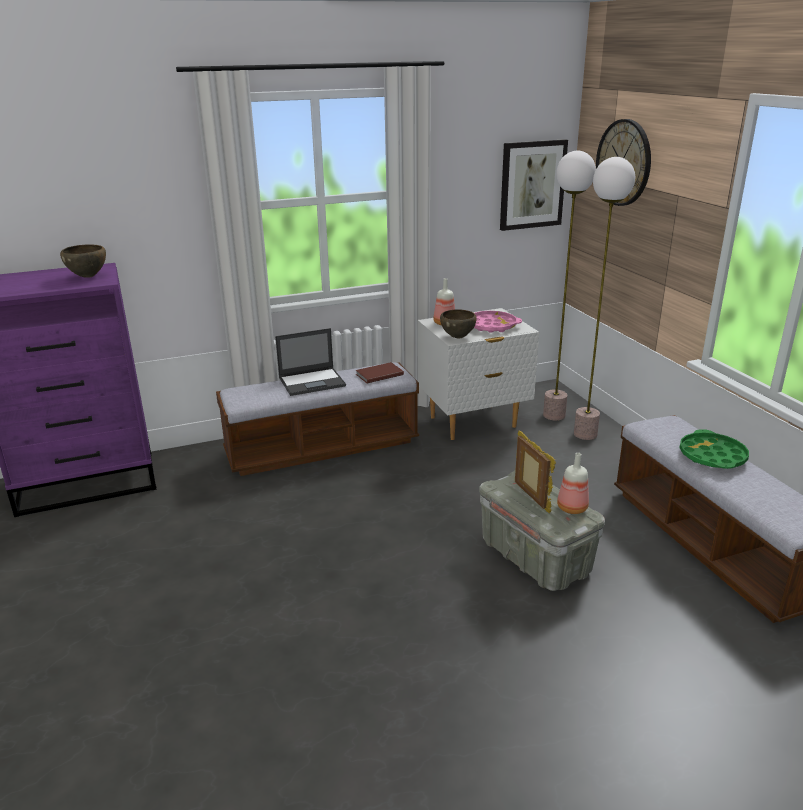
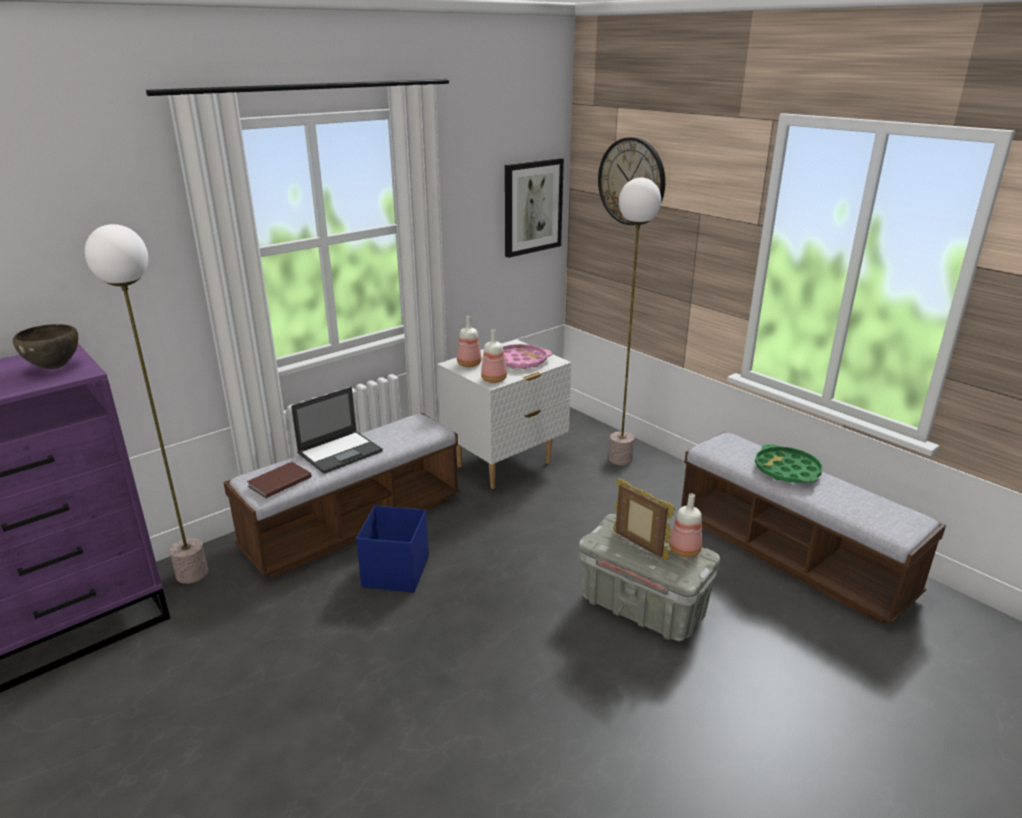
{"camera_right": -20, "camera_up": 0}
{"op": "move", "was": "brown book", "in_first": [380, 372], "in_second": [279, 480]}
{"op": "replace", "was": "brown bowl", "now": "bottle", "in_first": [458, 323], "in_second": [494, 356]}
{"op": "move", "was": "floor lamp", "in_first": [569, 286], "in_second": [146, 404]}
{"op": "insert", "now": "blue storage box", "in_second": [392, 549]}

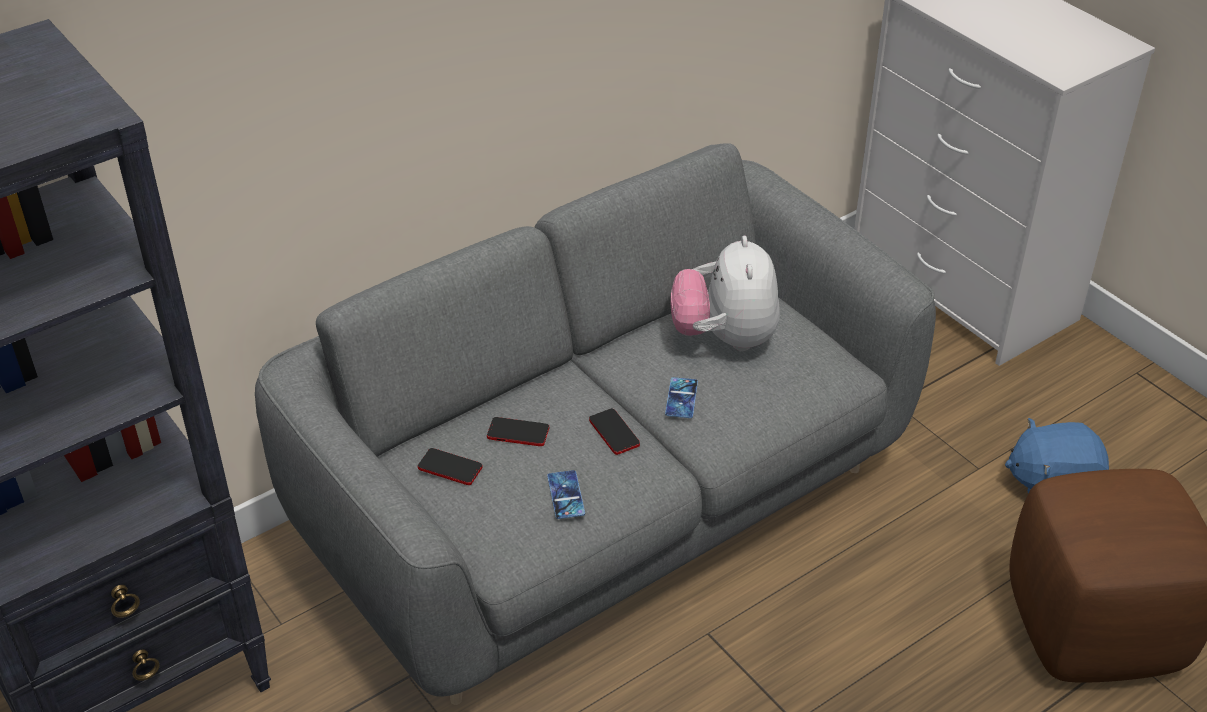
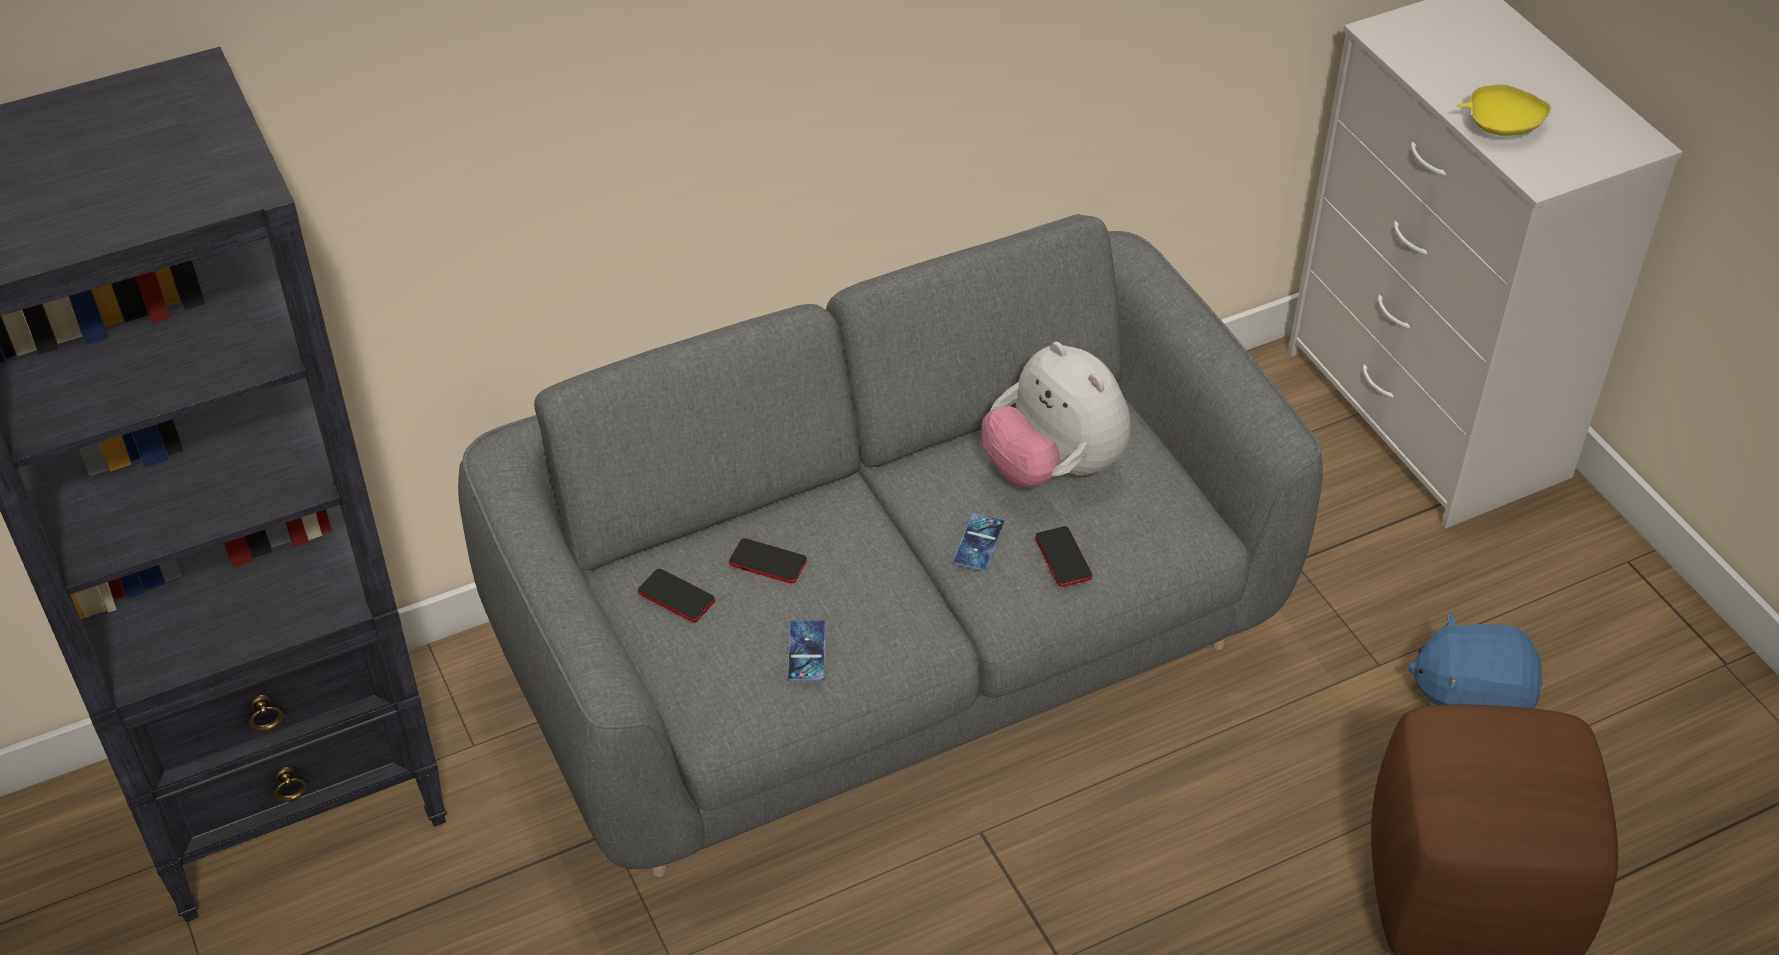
{"camera_right": 10, "camera_up": 5}
{"op": "move", "was": "phone", "in_first": [614, 431], "in_second": [1063, 556]}
{"op": "rotate", "was": "plush toy", "in_first": [725, 293], "in_second": [1055, 415], "clockwise": -45}
{"op": "insert", "now": "yellow bowl", "in_second": [1504, 110]}

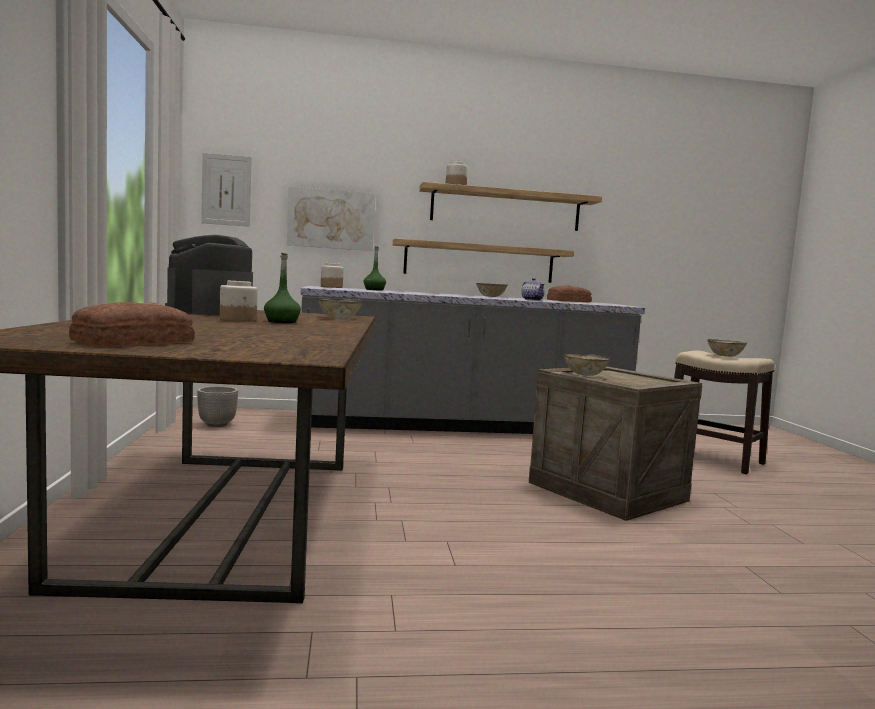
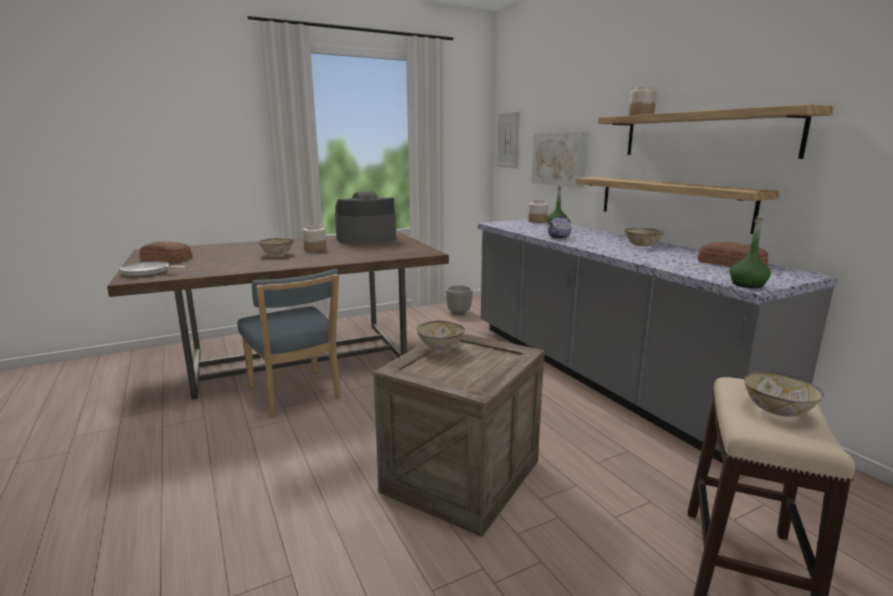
{"camera_right": 70, "camera_up": 10}
{"op": "move", "was": "green bottle", "in_first": [282, 288], "in_second": [750, 252]}
{"op": "move", "was": "bowl", "in_first": [340, 309], "in_second": [276, 246]}
{"op": "move", "was": "teapot", "in_first": [533, 289], "in_second": [559, 227]}
{"op": "insert", "now": "frying pan", "in_second": [153, 269]}
{"op": "insert", "now": "blue chair", "in_second": [289, 343]}

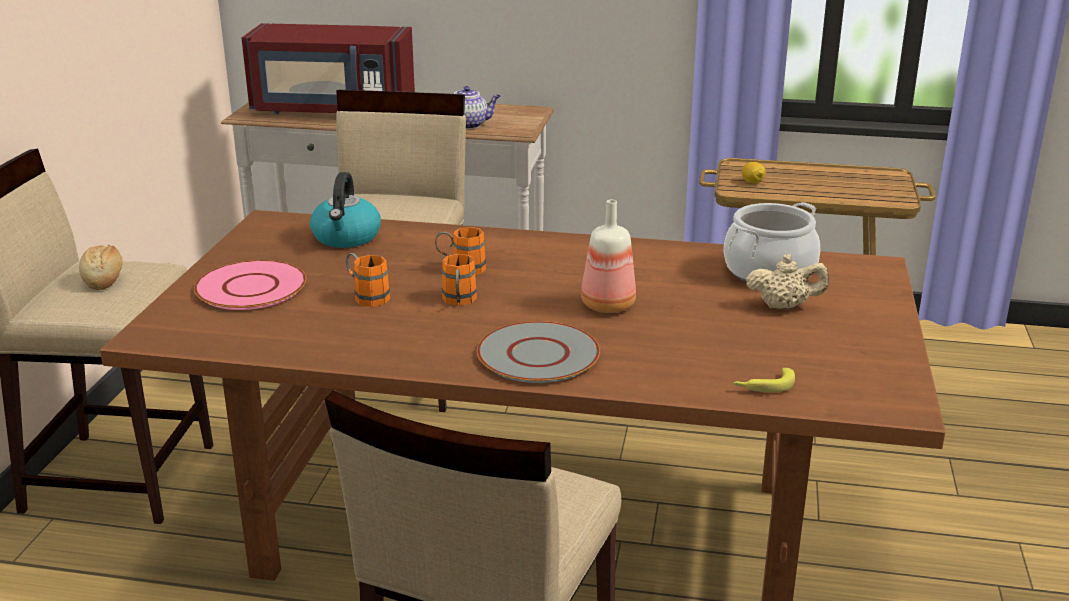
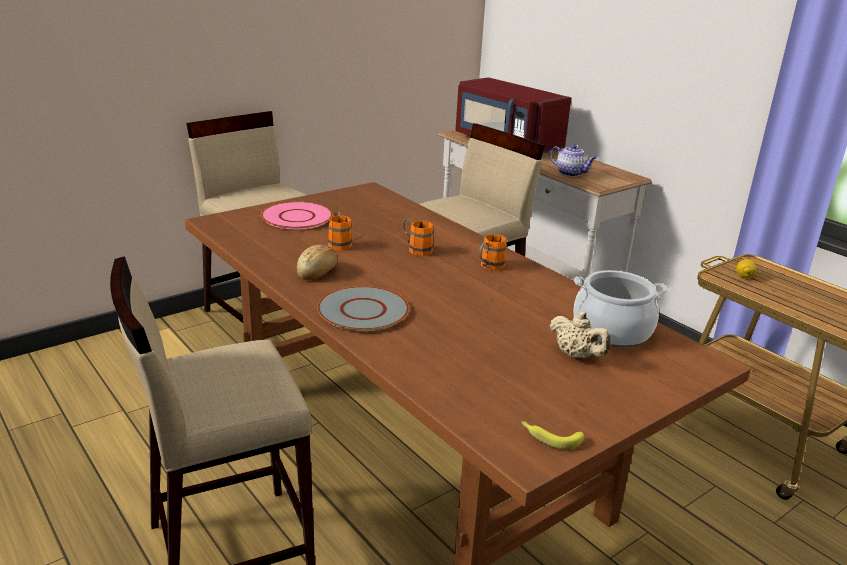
{"camera_right": 40, "camera_up": 0}
{"op": "move", "was": "bread", "in_first": [101, 267], "in_second": [317, 262]}
{"op": "delete", "was": "kettle", "in_first": [345, 210]}
{"op": "move", "was": "orange mug", "in_first": [459, 280], "in_second": [493, 252]}
{"op": "delete", "was": "bottle", "in_first": [608, 256]}
{"op": "move", "was": "banana", "in_first": [764, 380], "in_second": [552, 435]}

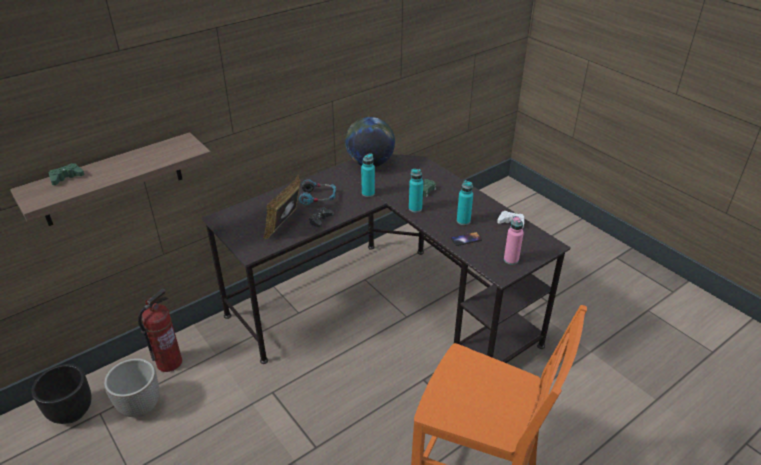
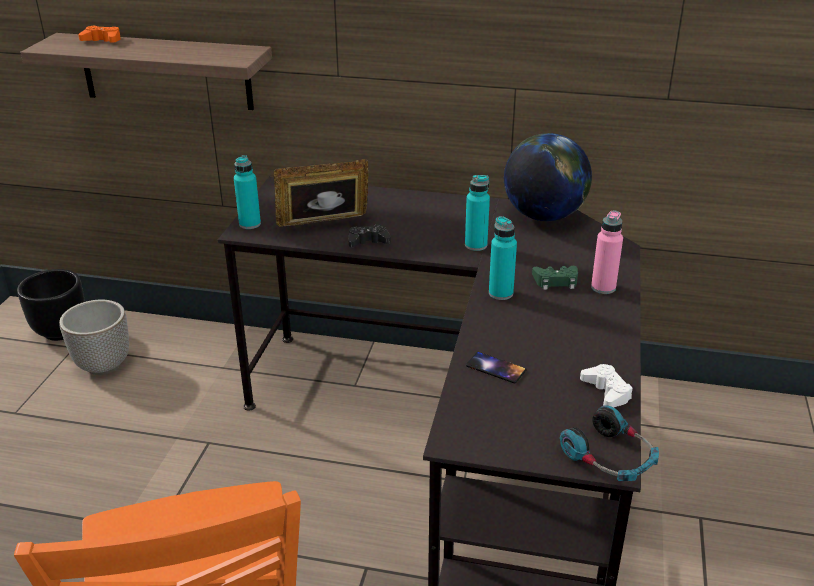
{"camera_right": 50, "camera_up": -5}
{"op": "recolor", "was": "green game controller", "now": "orange game controller", "in_first": [66, 174], "in_second": [99, 34]}
{"op": "delete", "was": "fire extinguisher", "in_first": [160, 330]}
{"op": "move", "was": "headphones", "in_first": [317, 192], "in_second": [609, 443]}
{"op": "move", "was": "turquoise bottle", "in_first": [465, 202], "in_second": [247, 192]}
{"op": "move", "was": "pink bottle", "in_first": [514, 240], "in_second": [607, 252]}

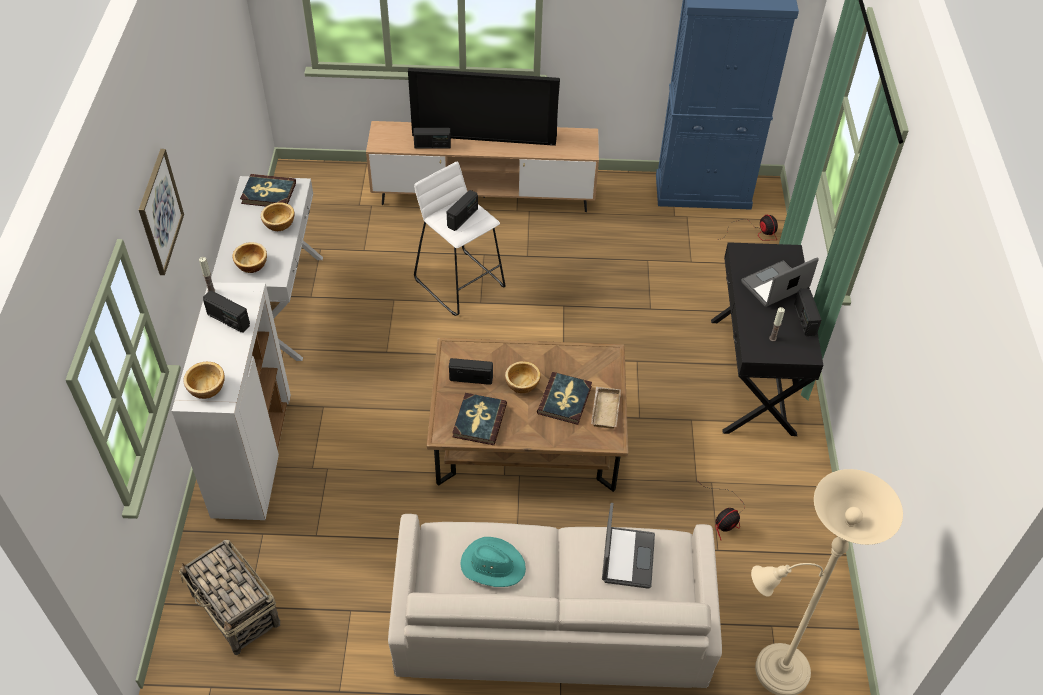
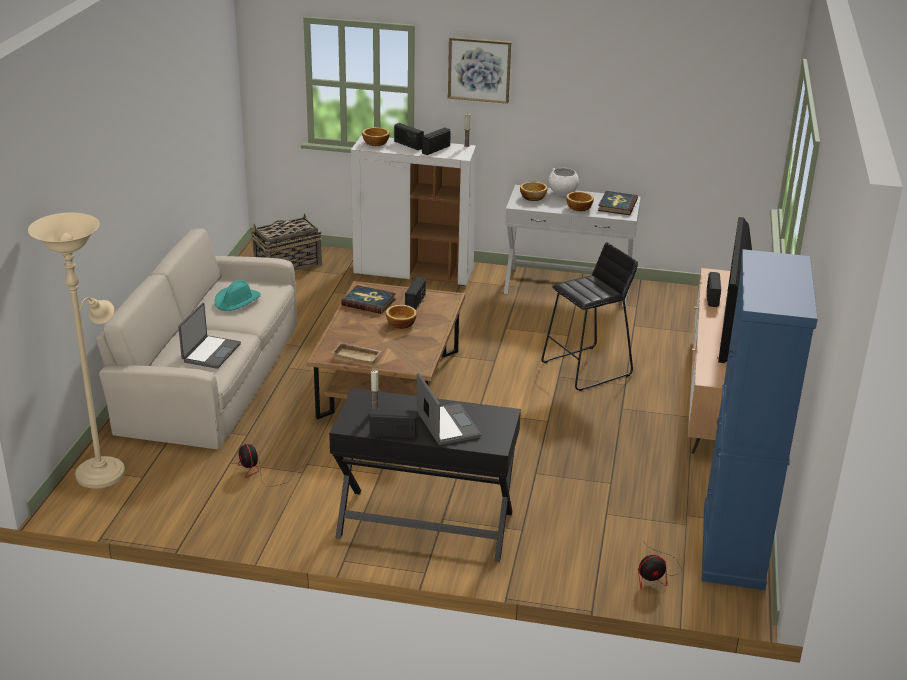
{"camera_right": 100, "camera_up": -20}
{"op": "recolor", "was": "white stool", "now": "black stool", "in_first": [459, 239], "in_second": [589, 316]}
{"op": "move", "was": "radio", "in_first": [462, 210], "in_second": [409, 136]}
{"op": "delete", "was": "book", "in_first": [564, 398]}
{"op": "rotate", "was": "laptop", "in_first": [628, 546], "in_second": [209, 336], "clockwise": -90}
{"op": "insert", "now": "white bowl", "in_second": [563, 182]}

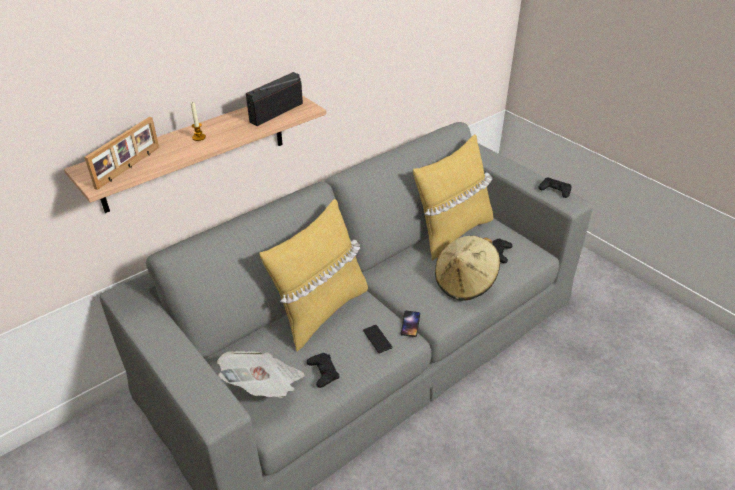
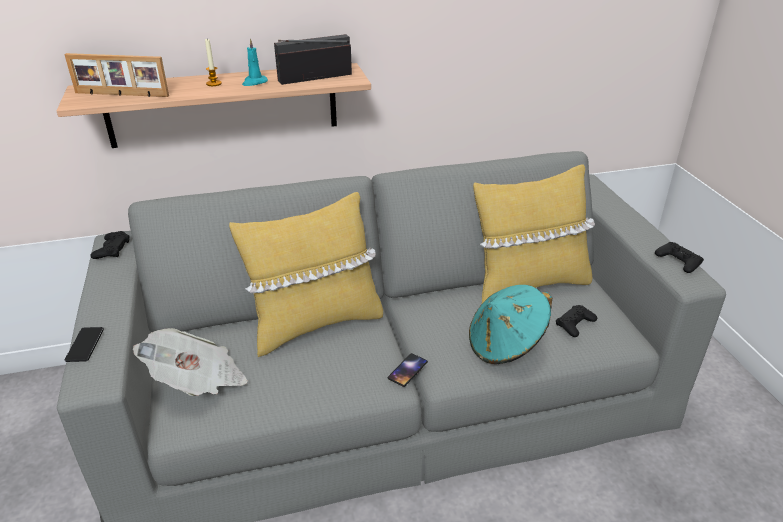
{"camera_right": 25, "camera_up": -5}
{"op": "rotate", "was": "picture frame", "in_first": [121, 153], "in_second": [116, 75], "clockwise": 45}
{"op": "move", "was": "black game controller", "in_first": [323, 370], "in_second": [110, 245]}
{"op": "move", "was": "phone", "in_first": [378, 339], "in_second": [84, 344]}
{"op": "recolor", "was": "beige hat", "now": "turquoise hat", "in_first": [467, 268], "in_second": [510, 324]}
{"op": "insert", "now": "turquoise candle", "in_second": [255, 62]}

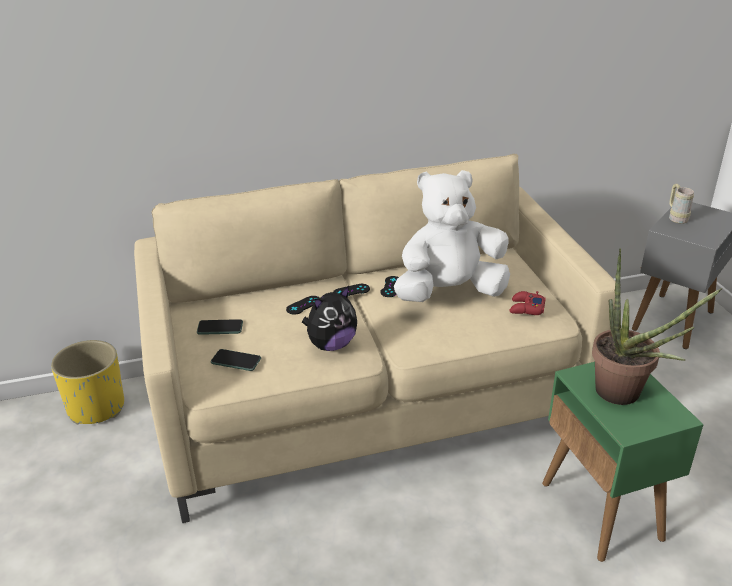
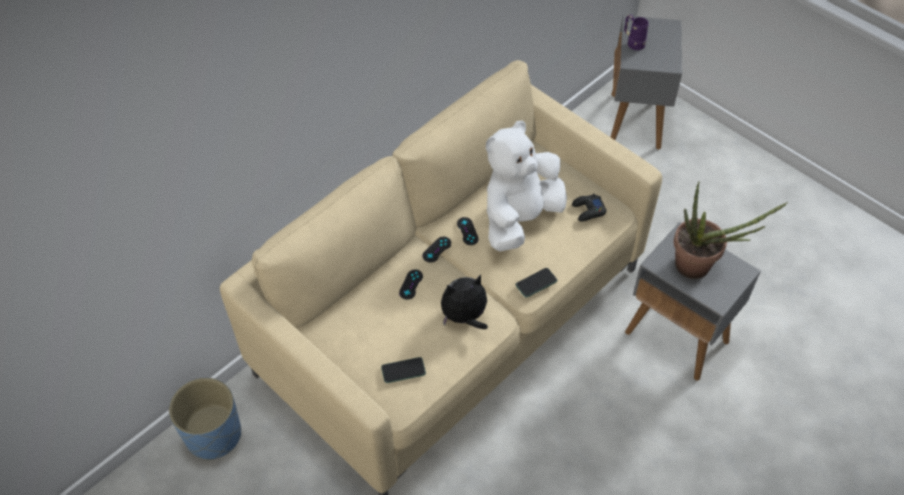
{"camera_right": -30, "camera_up": 20}
{"op": "recolor", "was": "yellow planter", "now": "blue planter", "in_first": [87, 382], "in_second": [205, 419]}
{"op": "move", "was": "phone", "in_first": [220, 327], "in_second": [536, 283]}
{"op": "rotate", "was": "plush toy", "in_first": [329, 318], "in_second": [464, 302], "clockwise": -135}
{"op": "recolor", "was": "red game controller", "now": "black game controller", "in_first": [527, 303], "in_second": [589, 207]}
{"op": "recolor", "was": "green side table", "now": "grey side table", "in_first": [622, 462], "in_second": [693, 301]}
{"op": "recolor", "was": "beige mug", "now": "purple mug", "in_first": [681, 204], "in_second": [636, 32]}

